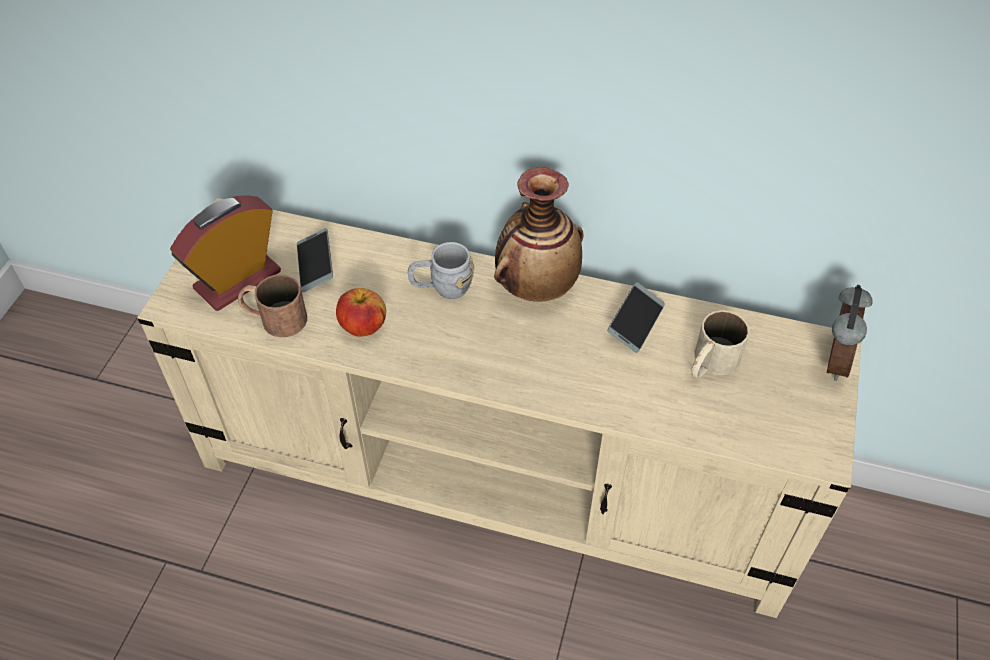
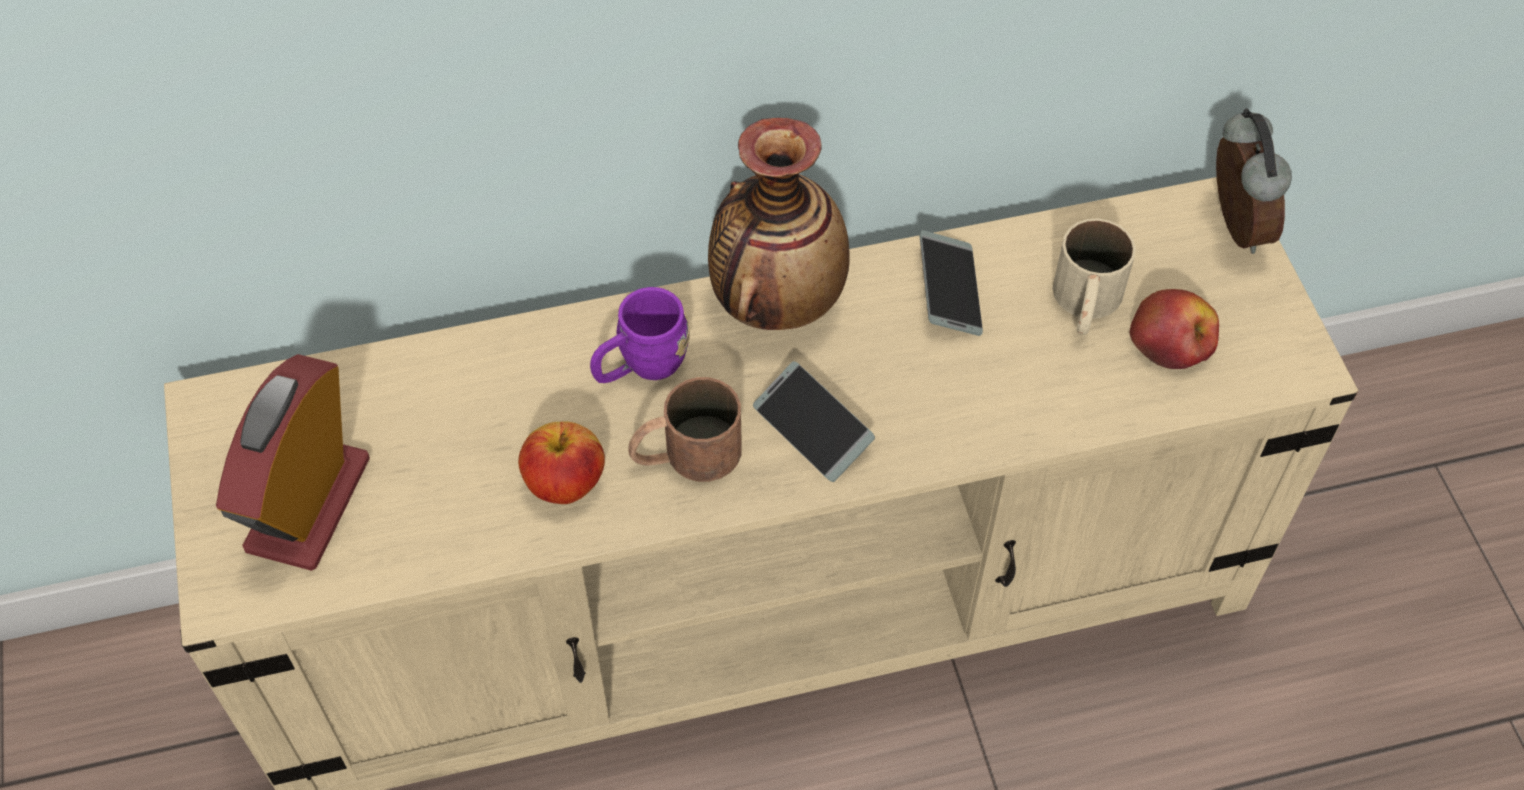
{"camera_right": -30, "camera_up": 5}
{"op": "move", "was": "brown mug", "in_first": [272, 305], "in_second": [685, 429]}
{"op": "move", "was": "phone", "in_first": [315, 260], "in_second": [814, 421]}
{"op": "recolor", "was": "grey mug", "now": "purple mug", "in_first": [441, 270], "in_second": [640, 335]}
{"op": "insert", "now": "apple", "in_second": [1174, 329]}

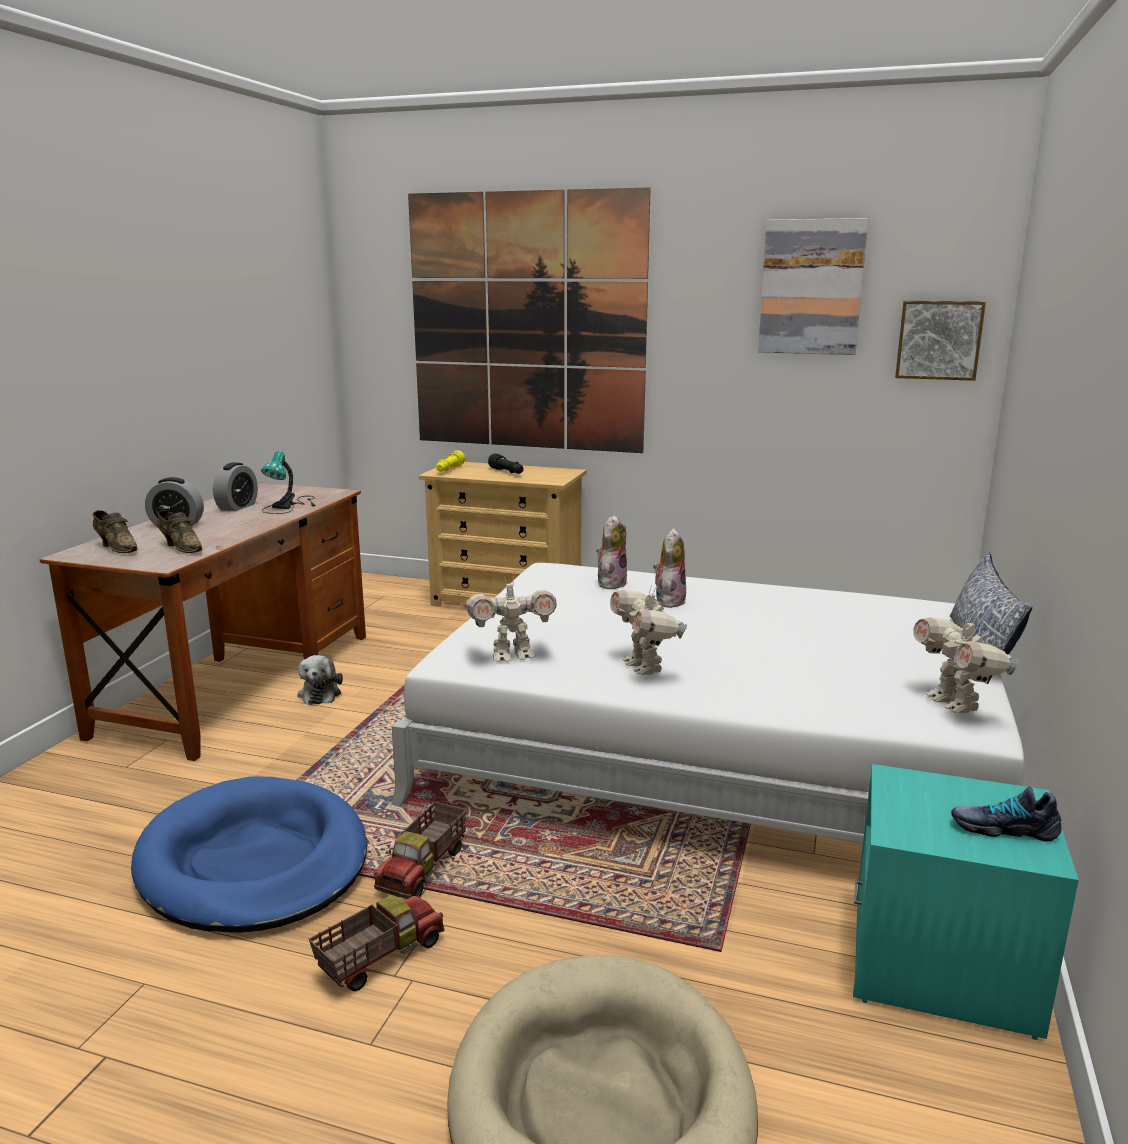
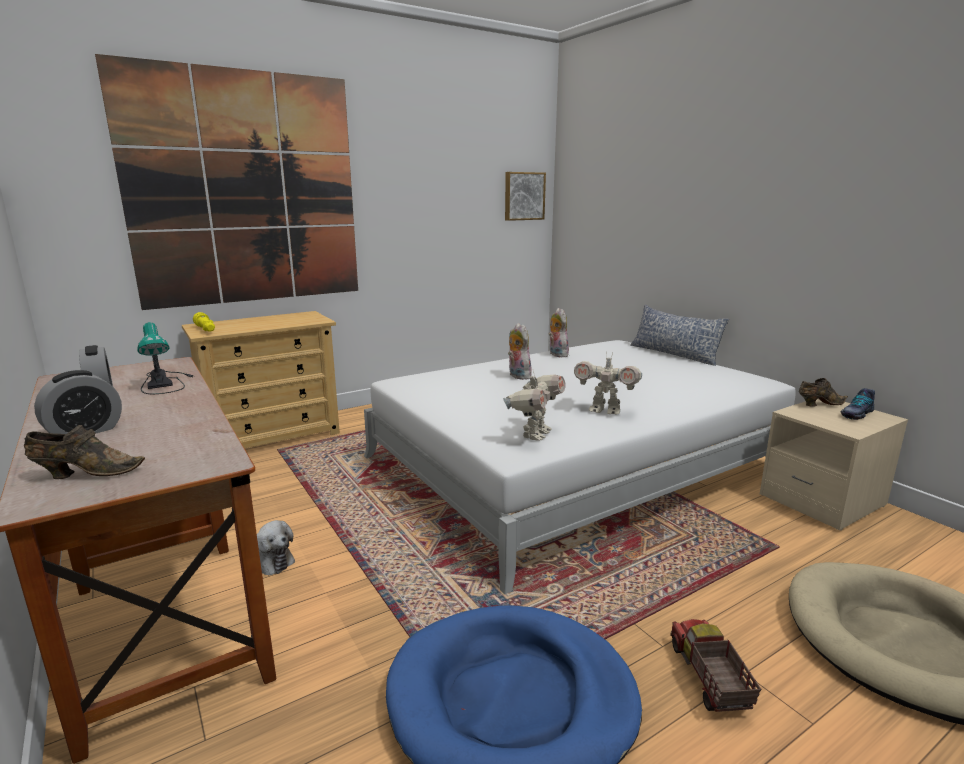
{"camera_right": -50, "camera_up": 0}
{"op": "move", "was": "brown shoe", "in_first": [179, 531], "in_second": [823, 392]}
{"op": "delete", "was": "toy truck", "in_first": [420, 850]}
{"op": "delete", "was": "black flashlight", "in_first": [506, 463]}
{"op": "move", "was": "plush toy", "in_first": [612, 552], "in_second": [558, 332]}
{"op": "delete", "was": "picture", "in_first": [813, 286]}
{"op": "recolor", "was": "turquoise nightstand", "now": "beige nightstand", "in_first": [966, 902], "in_second": [834, 465]}
{"op": "delete", "was": "toy robot", "in_first": [966, 663]}

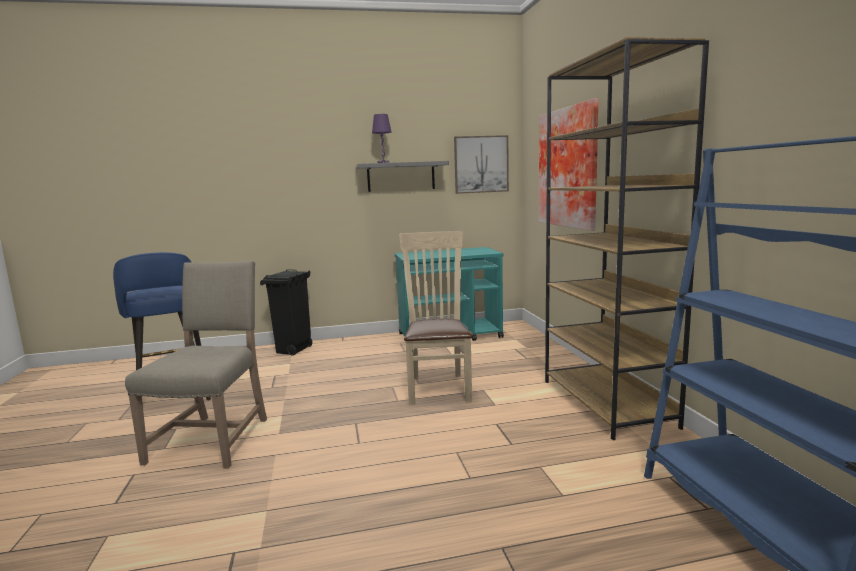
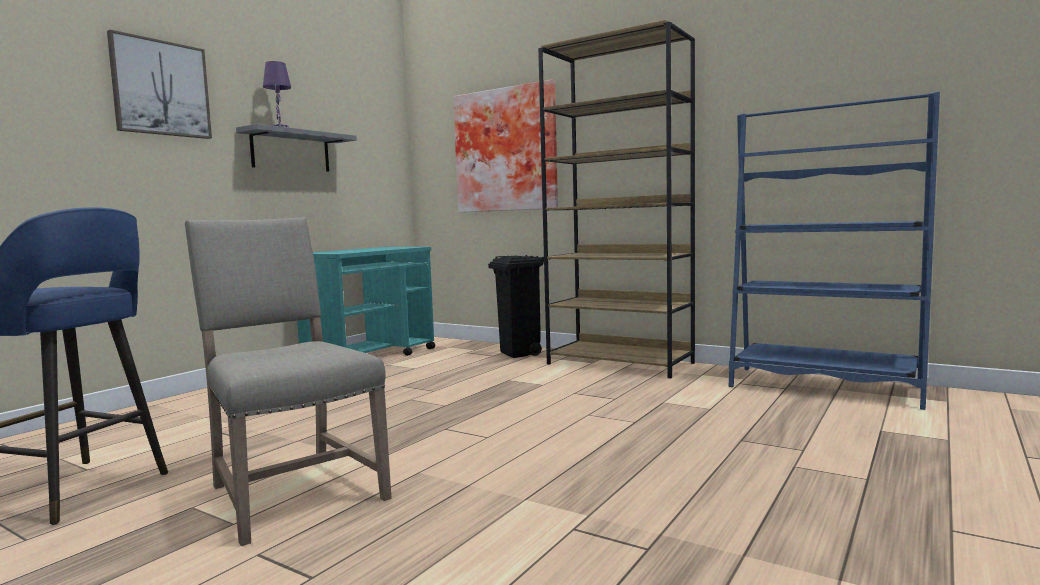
{"camera_right": -45, "camera_up": -5}
{"op": "move", "was": "black trash can", "in_first": [286, 312], "in_second": [516, 306]}
{"op": "delete", "was": "beige chair", "in_first": [436, 318]}
{"op": "move", "was": "picture", "in_first": [481, 164], "in_second": [159, 84]}

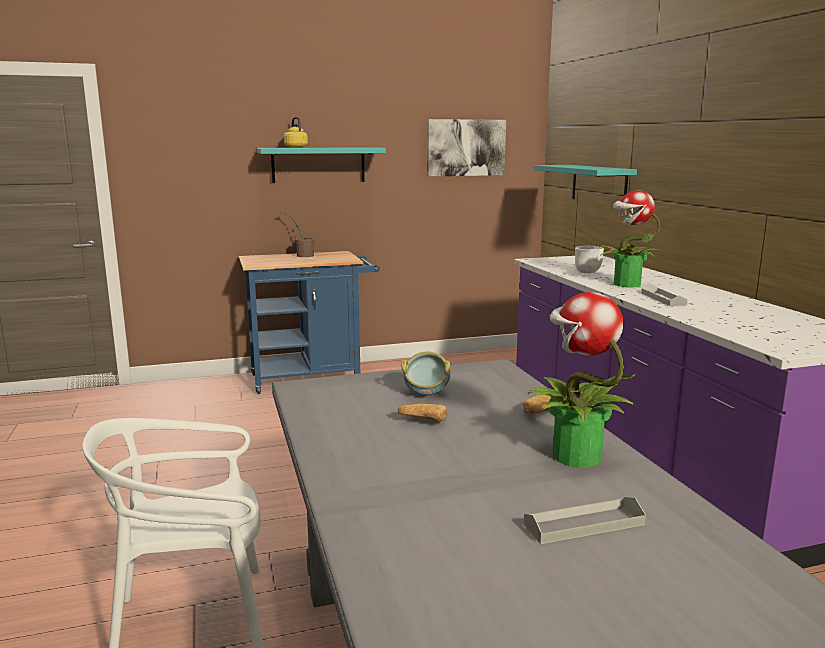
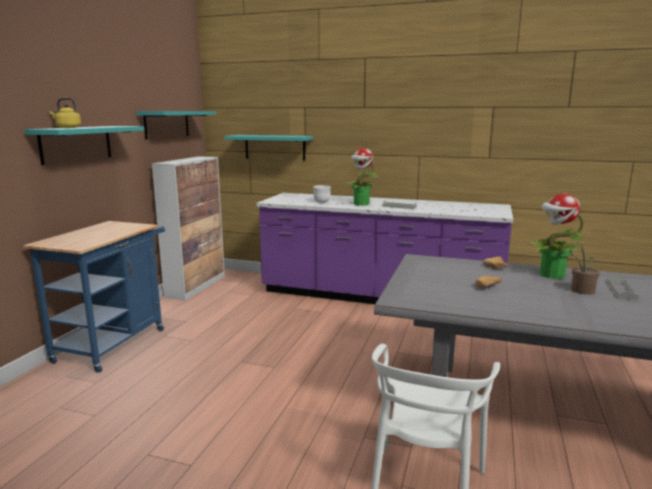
{"camera_right": -55, "camera_up": 0}
{"op": "move", "was": "potted plant", "in_first": [297, 234], "in_second": [582, 269]}
{"op": "delete", "was": "bowl", "in_first": [425, 373]}
{"op": "replace", "was": "picture", "now": "turquoise shelf", "in_first": [466, 147], "in_second": [176, 125]}
{"op": "insert", "now": "cabinet", "in_second": [188, 228]}

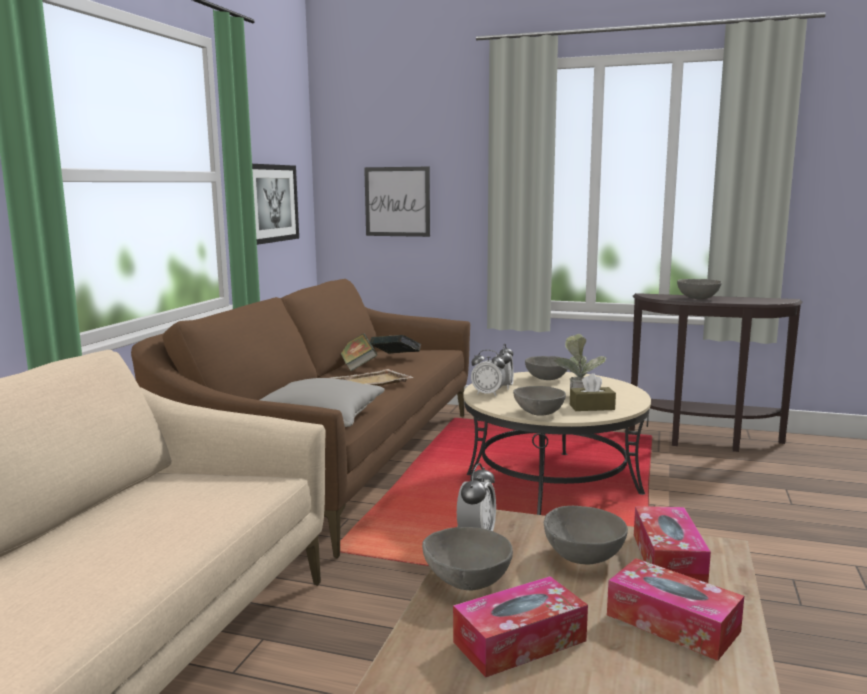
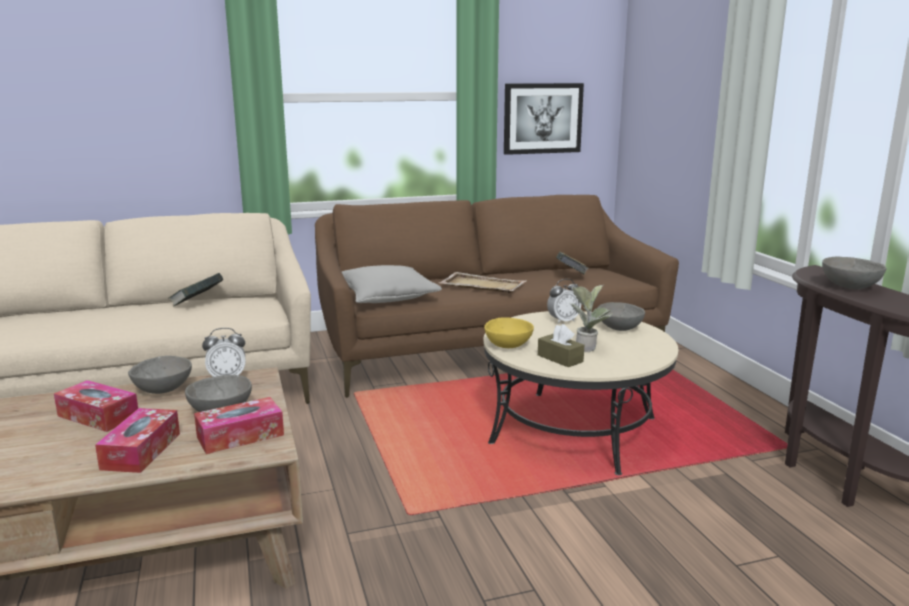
{"camera_right": 55, "camera_up": 5}
{"op": "move", "was": "book", "in_first": [359, 352], "in_second": [196, 290]}
{"op": "delete", "was": "picture", "in_first": [397, 202]}
{"op": "delete", "was": "alarm clock", "in_first": [488, 373]}
{"op": "recolor", "was": "grey bowl", "now": "yellow bowl", "in_first": [539, 401], "in_second": [509, 332]}

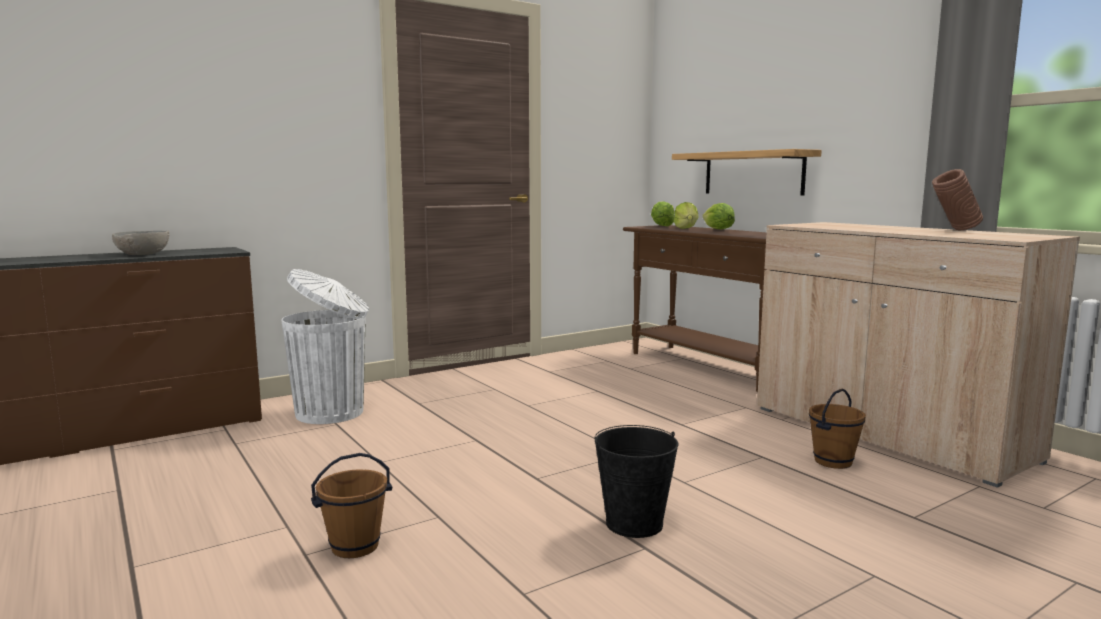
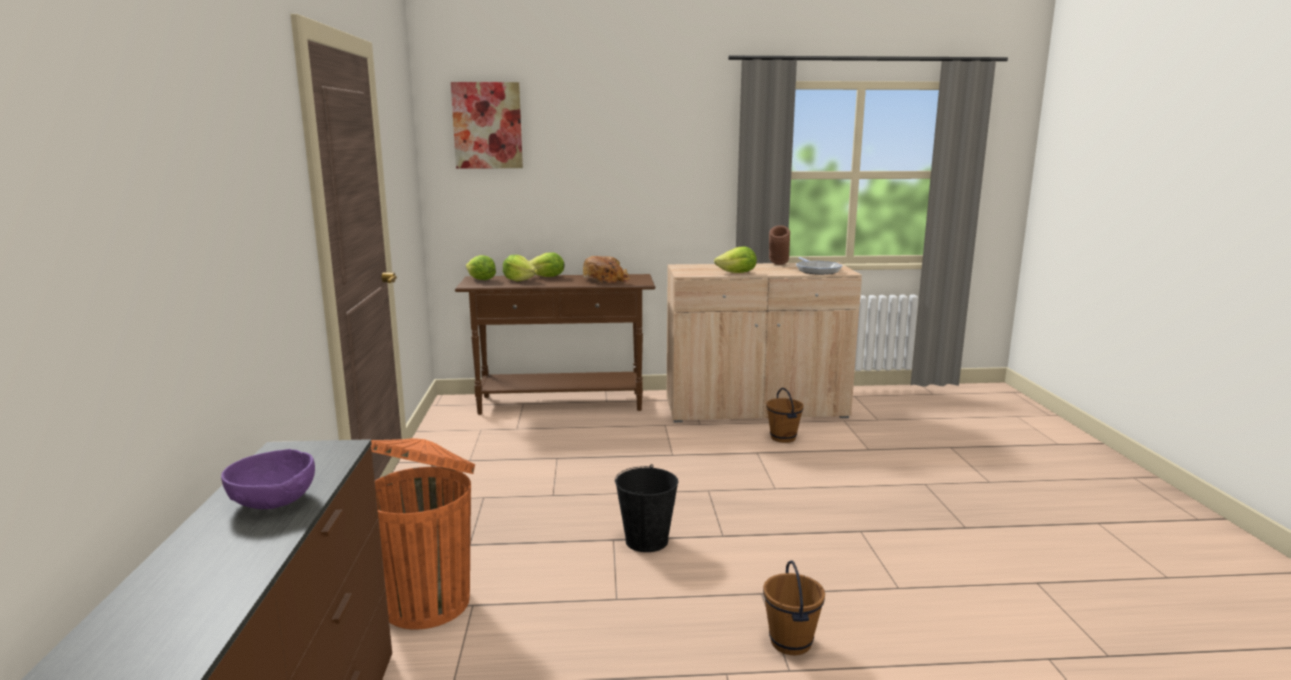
{"camera_right": -60, "camera_up": 5}
{"op": "recolor", "was": "grey bowl", "now": "purple bowl", "in_first": [140, 243], "in_second": [268, 479]}
{"op": "recolor", "was": "white trash can", "now": "orange trash can", "in_first": [325, 346], "in_second": [423, 534]}
{"op": "move", "was": "black bucket", "in_first": [637, 481], "in_second": [646, 508]}
{"op": "delete", "was": "shelf", "in_first": [747, 172]}
{"op": "insert", "now": "picture", "in_second": [487, 125]}
{"op": "insert", "now": "bread", "in_second": [606, 269]}
{"op": "insert", "now": "lettuce", "in_second": [735, 259]}
{"op": "insert", "now": "frying pan", "in_second": [819, 266]}

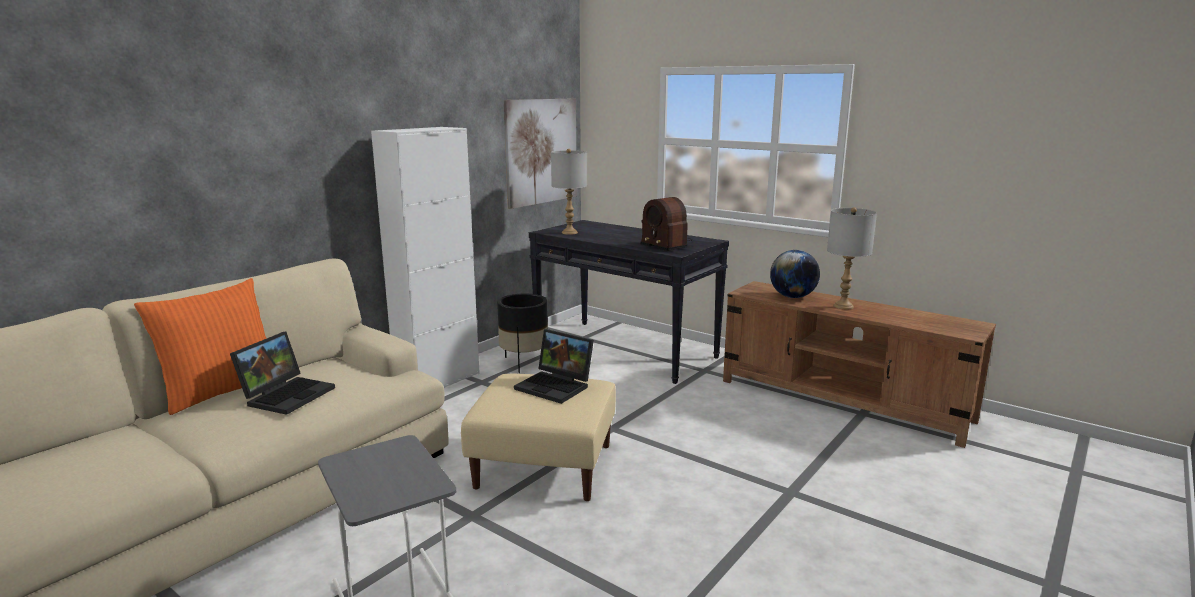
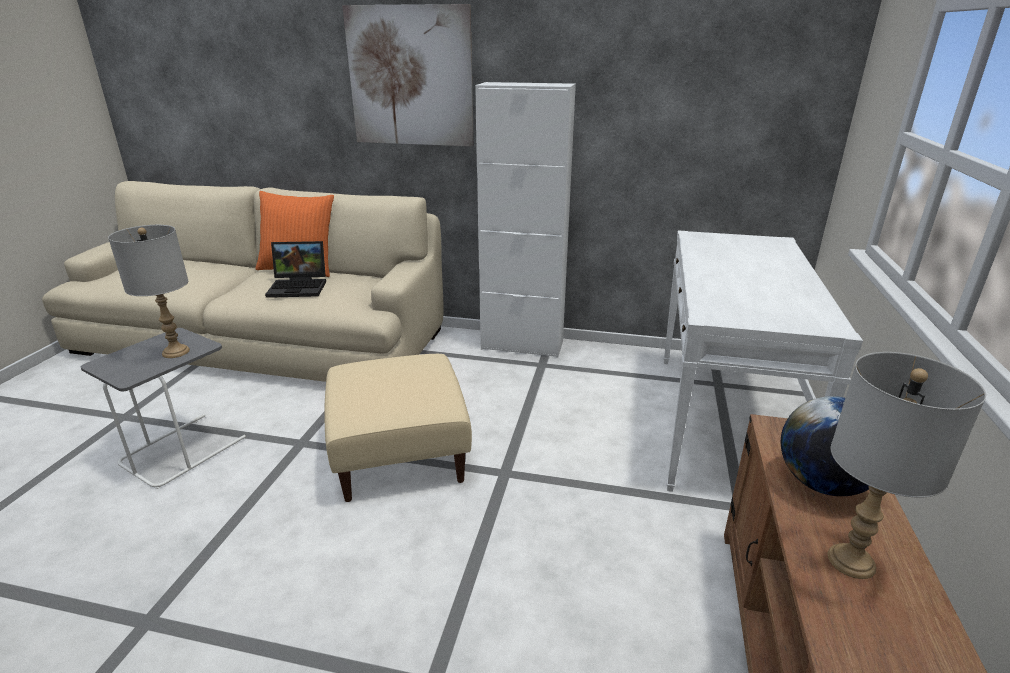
{"camera_right": 65, "camera_up": 10}
{"op": "delete", "was": "black planter", "in_first": [522, 333]}
{"op": "move", "was": "picture", "in_first": [540, 153], "in_second": [408, 75]}
{"op": "delete", "was": "laptop", "in_first": [554, 366]}
{"op": "recolor", "was": "black console table", "now": "white console table", "in_first": [629, 302], "in_second": [763, 361]}
{"op": "move", "was": "grey table lamp", "in_first": [569, 192], "in_second": [149, 291]}
{"op": "delete", "was": "radio", "in_first": [666, 224]}

